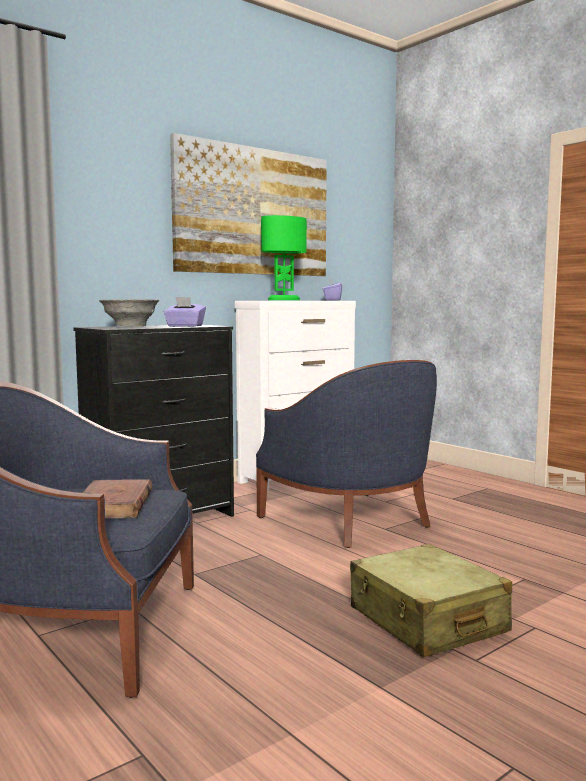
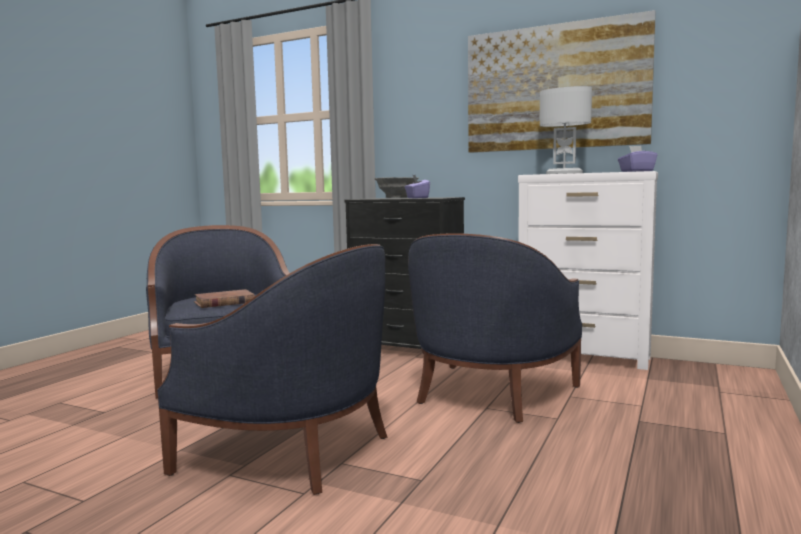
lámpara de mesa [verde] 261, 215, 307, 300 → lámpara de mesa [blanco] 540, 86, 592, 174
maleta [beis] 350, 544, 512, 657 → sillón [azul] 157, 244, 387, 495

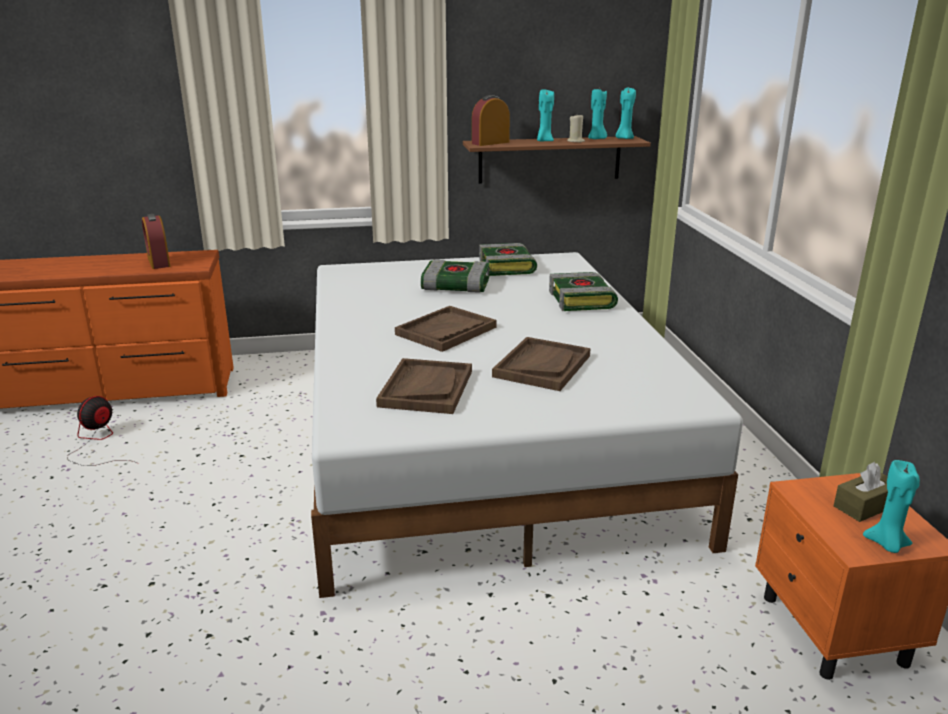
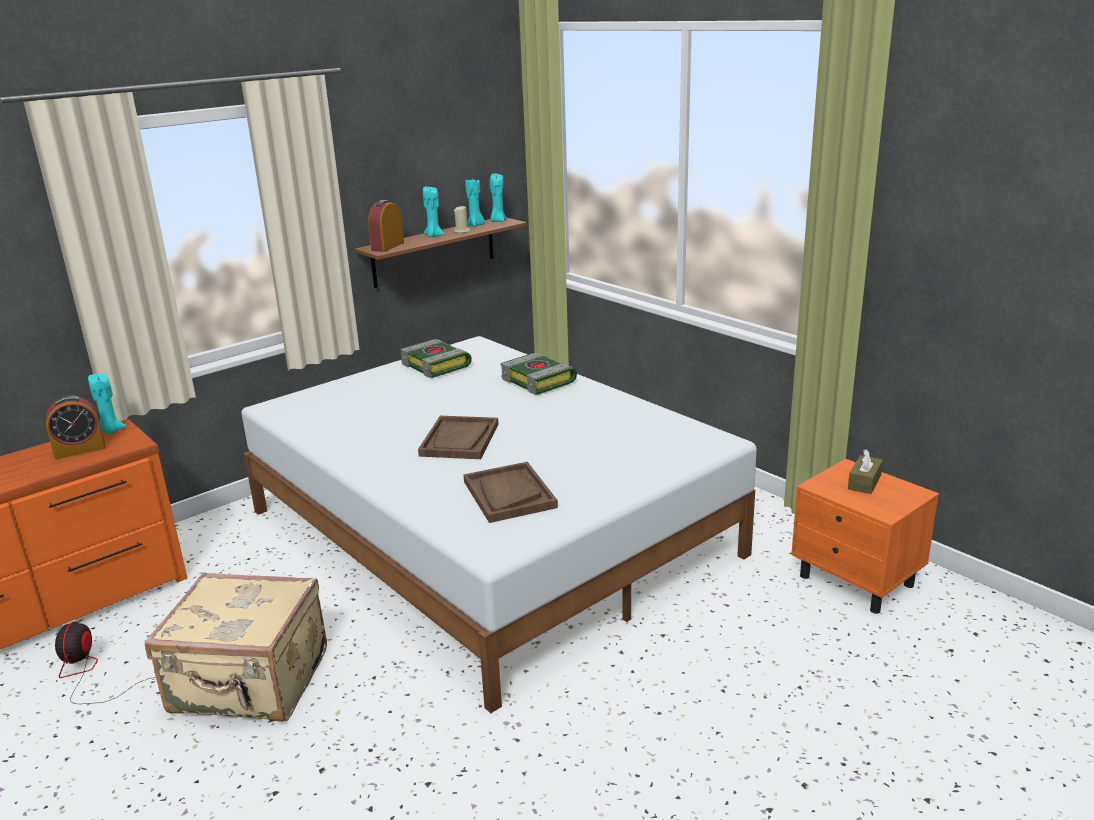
despertador 142, 214, 170, 269 → despertador 46, 395, 106, 459, 60 degrees counterclockwise
libro 421, 259, 489, 293 → -
bandeja [marrón] 492, 337, 591, 391 → -
vela [turquesa] 863, 460, 920, 553 → vela [turquesa] 88, 374, 127, 434, move
- → maleta [beis] 145, 572, 327, 722

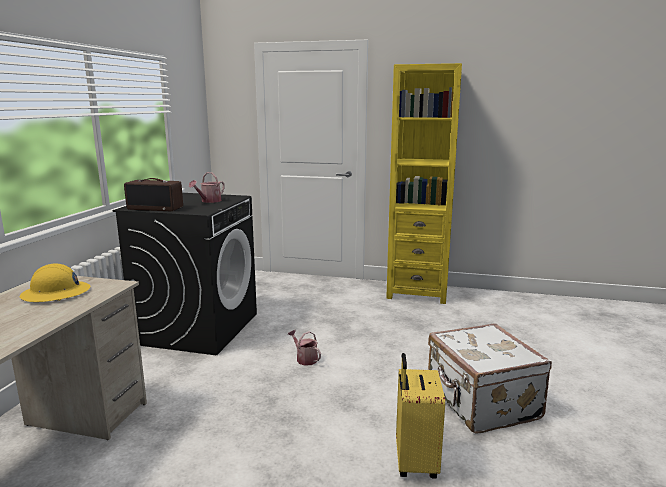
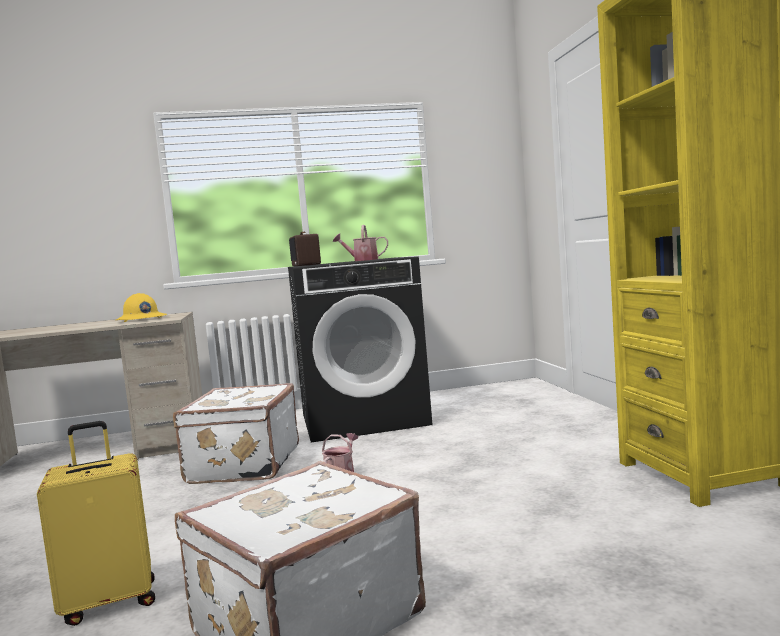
- → maleta [blanco] 173, 383, 299, 484

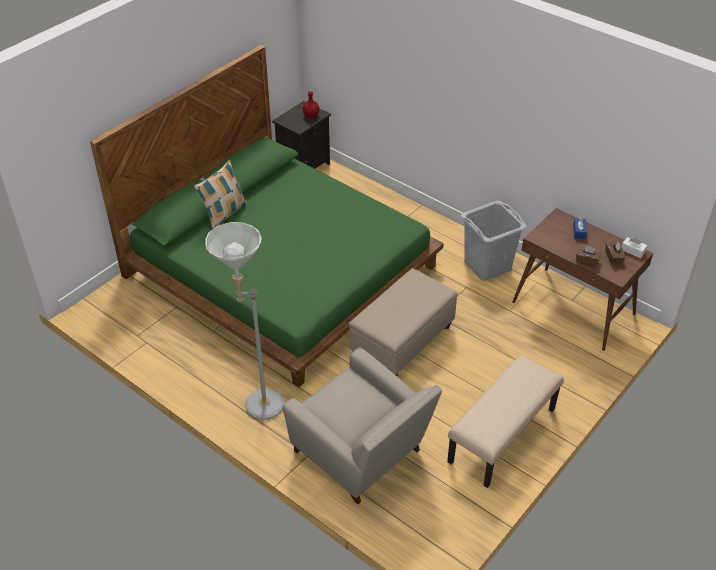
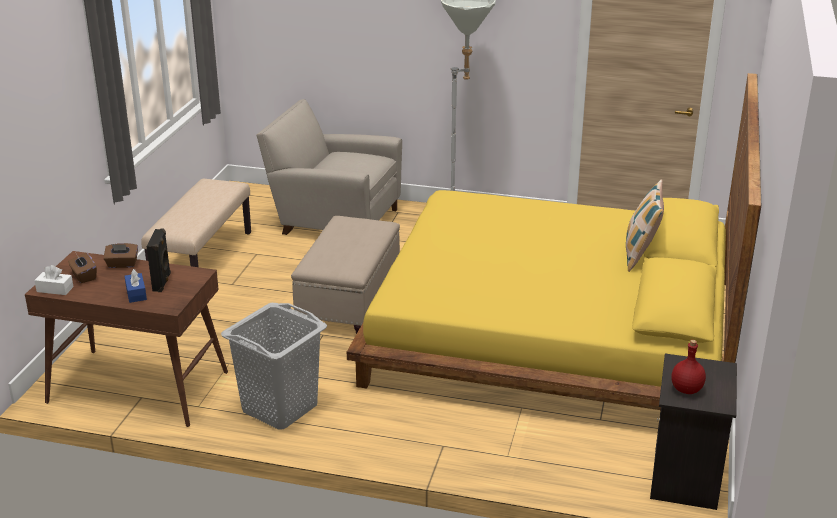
cama [verde] 90, 45, 444, 387 → cama [amarillo] 347, 73, 761, 410
- → altavoz [negro] 146, 229, 171, 292

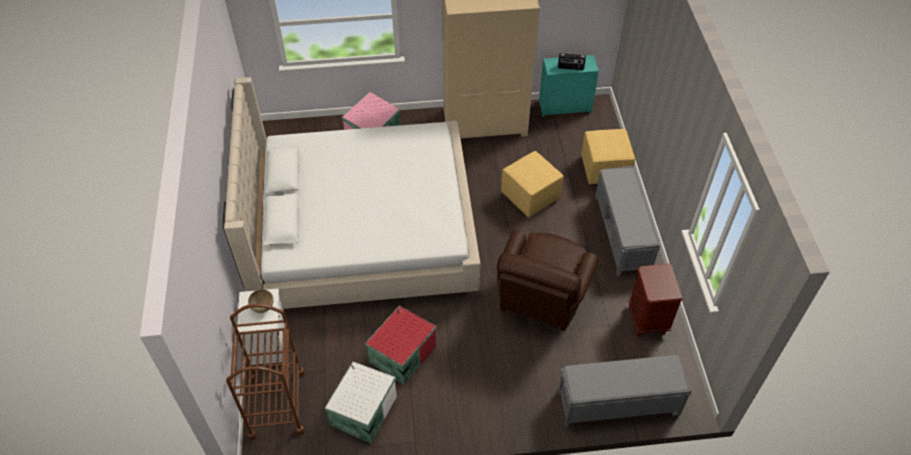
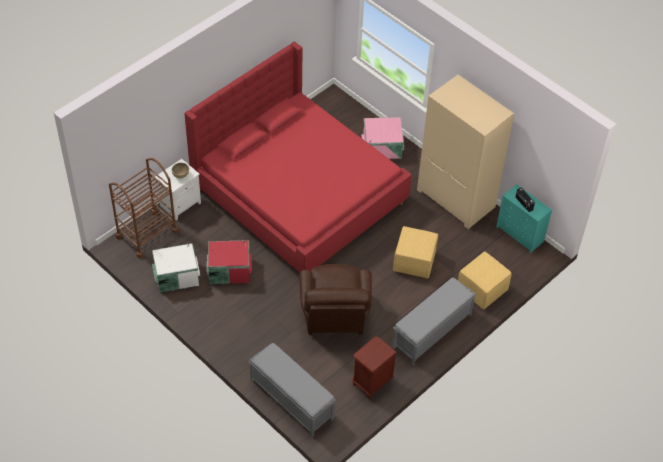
cama [beis] 222, 77, 480, 309 → cama [rojo] 184, 42, 412, 273
sillón [marrón] 496, 231, 599, 331 → sillón [marrón] 299, 264, 372, 335, 75 degrees counterclockwise

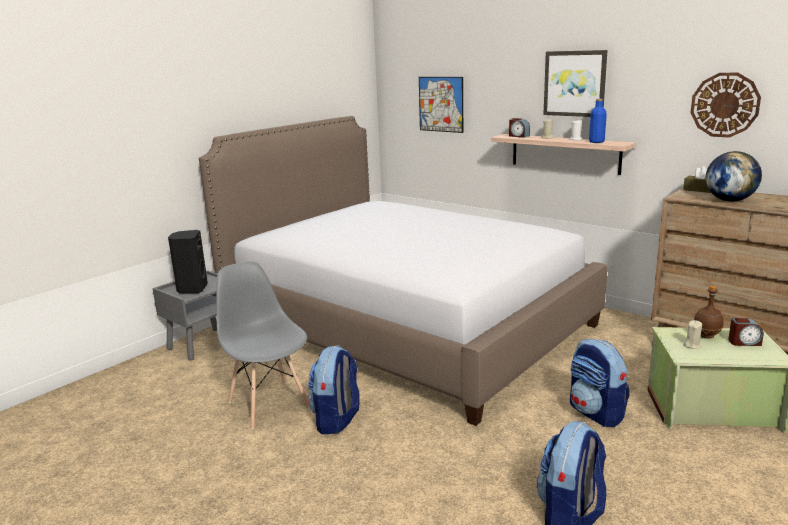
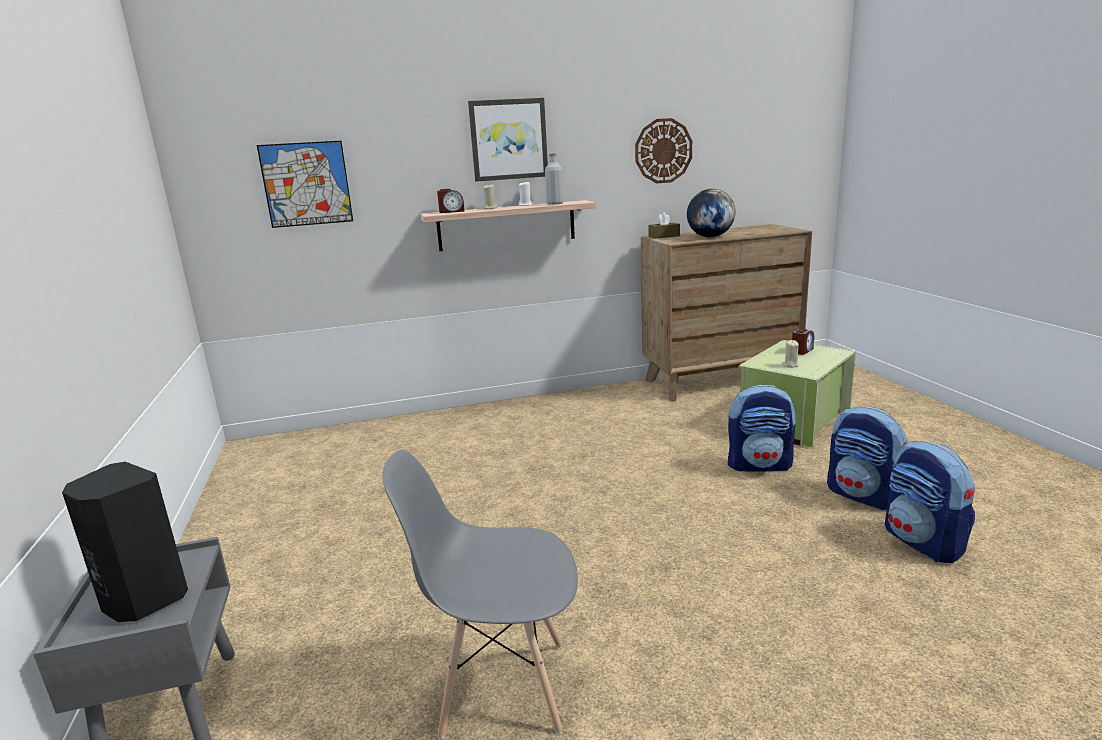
cama 199, 116, 607, 426 → -
mochila 308, 345, 360, 434 → mochila 827, 406, 907, 510, move
botella [azul] 589, 99, 607, 143 → botella [gris] 545, 153, 564, 205
botella [marrón] 694, 286, 723, 339 → -

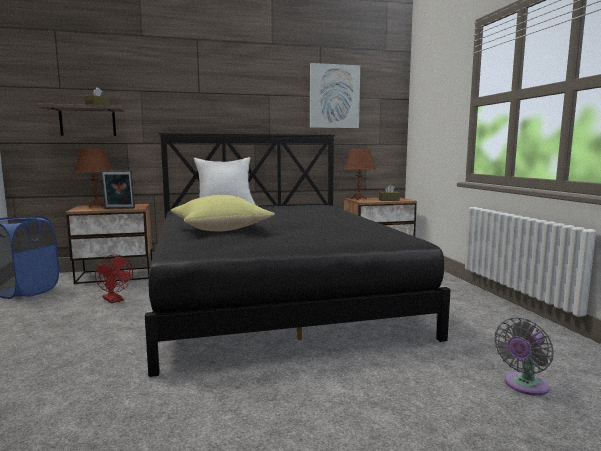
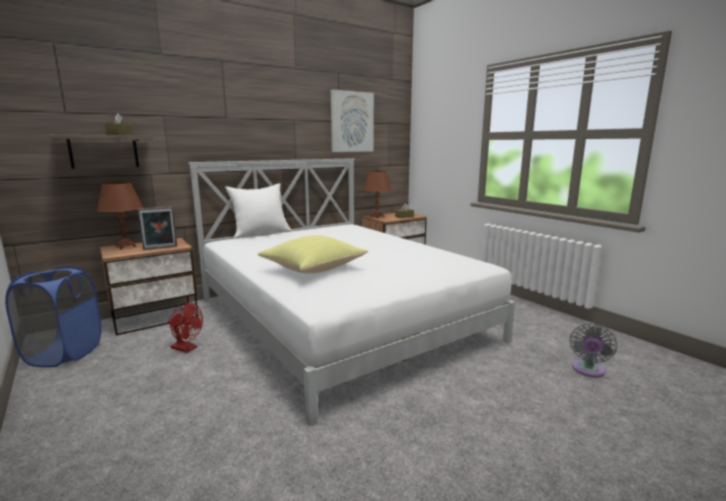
cama [negro] 145, 133, 451, 377 → cama [blanco] 188, 158, 515, 427

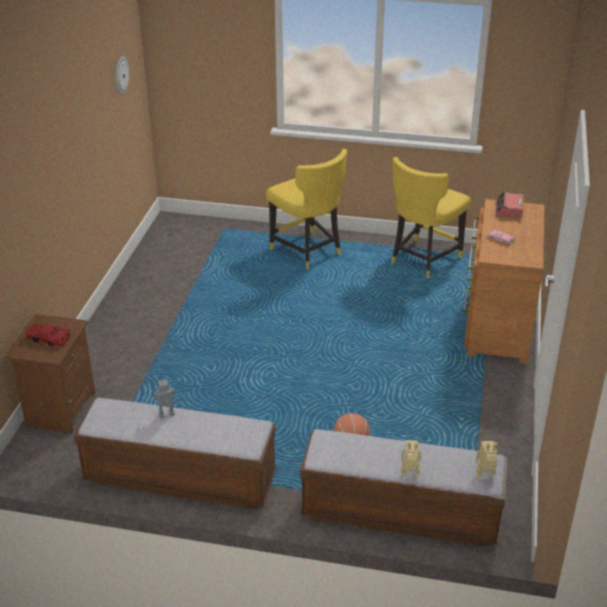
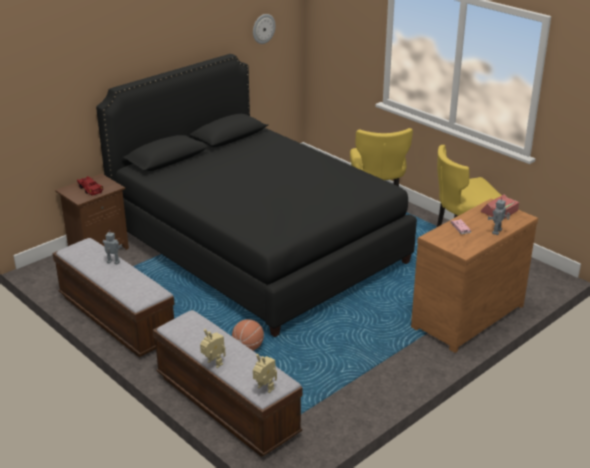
- → cama [negro] 96, 54, 417, 337
- → robot de juguete 487, 197, 510, 235

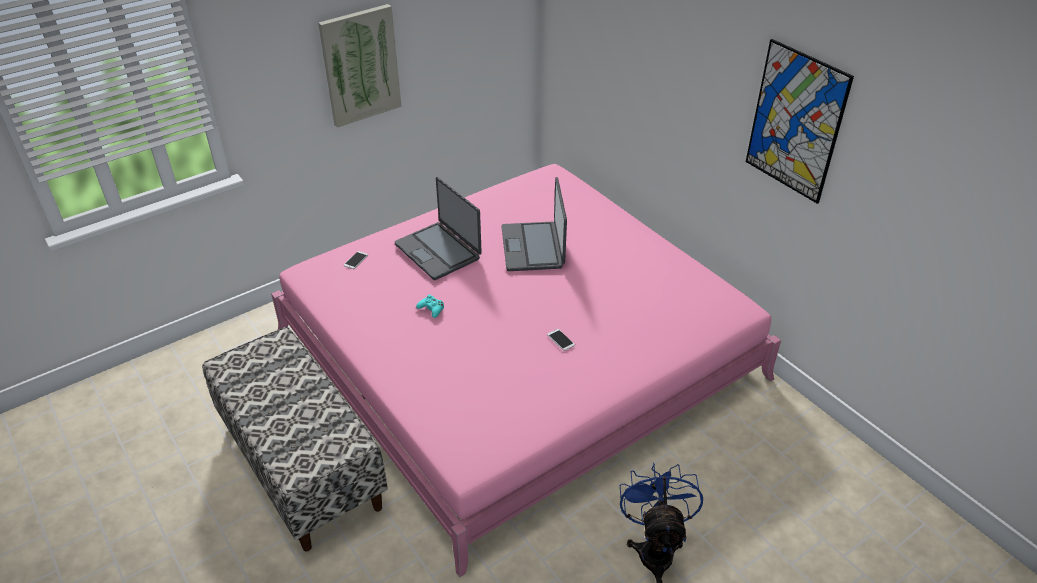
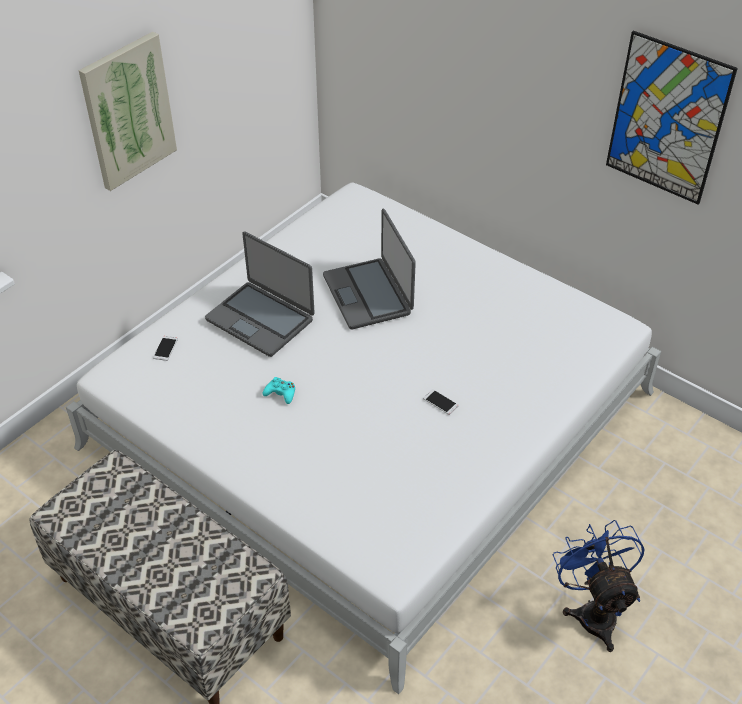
cama [rosa] 271, 164, 781, 577 → cama [blanco] 66, 182, 661, 694

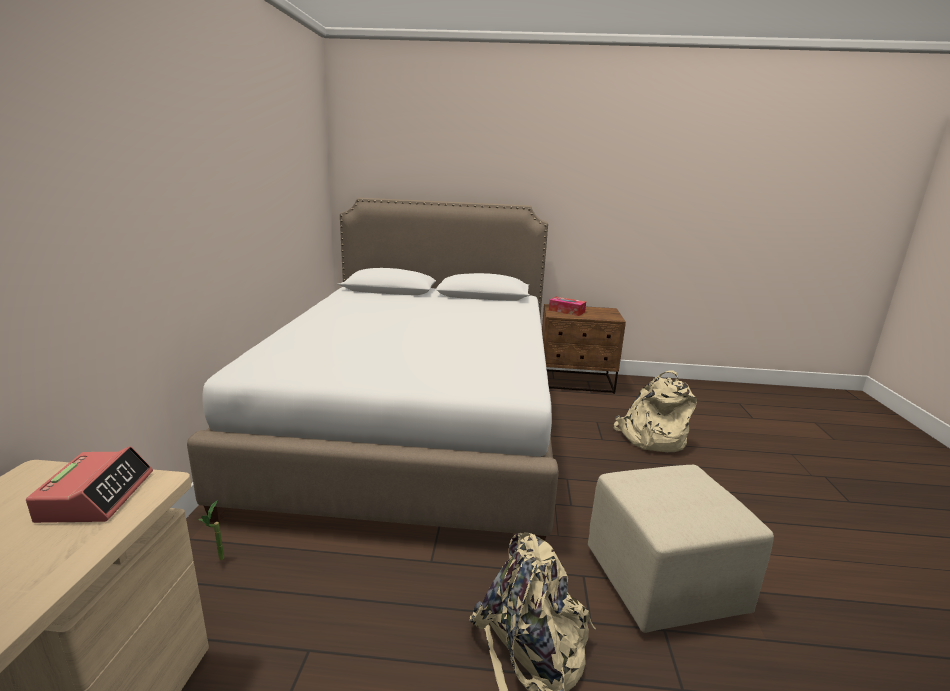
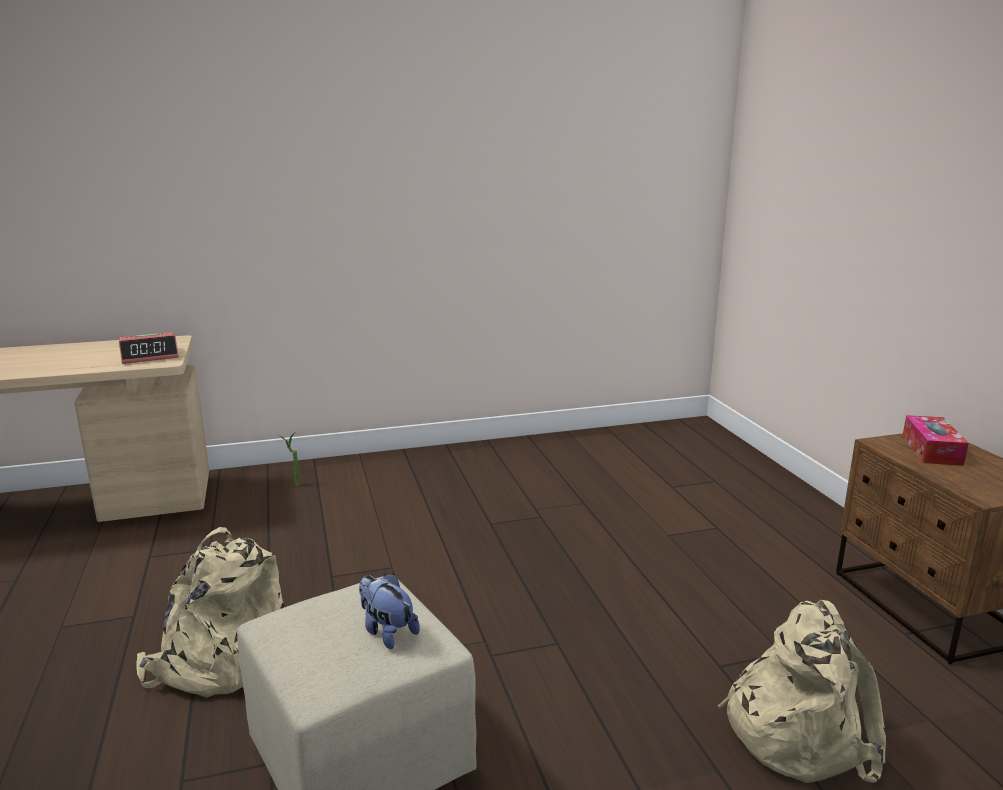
cama [blanco] 187, 198, 559, 541 → -
- → peluche 359, 573, 420, 649

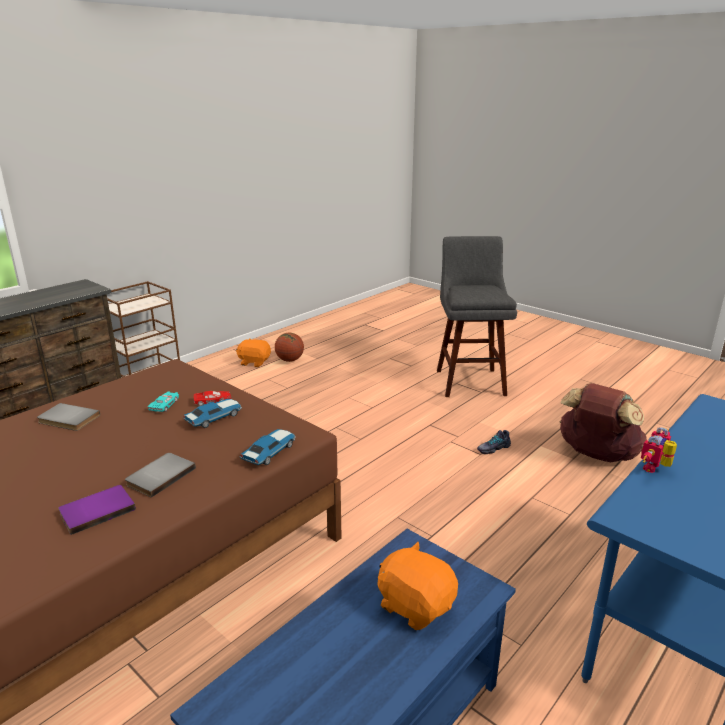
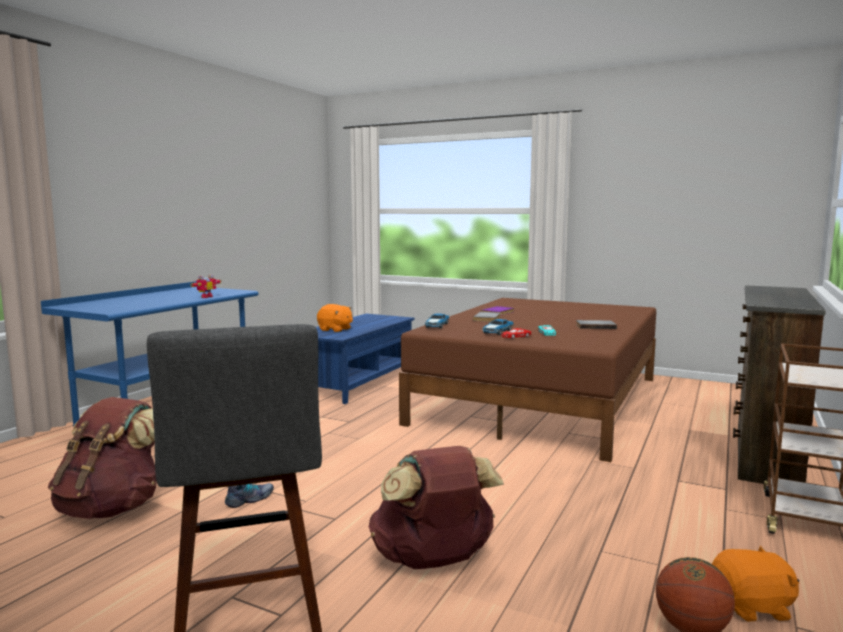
- → mochila [marrón] 369, 446, 504, 569

